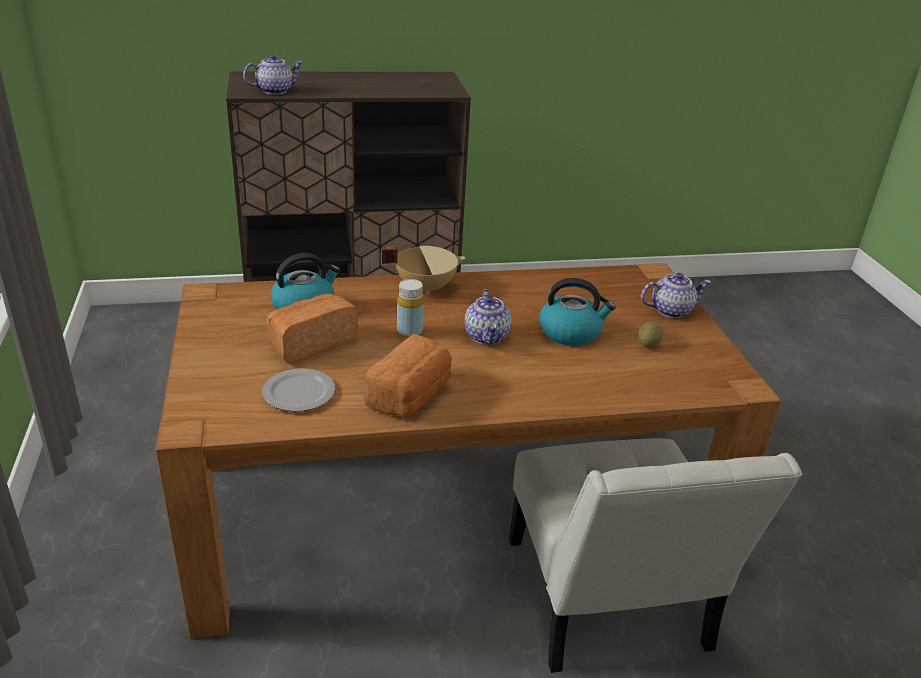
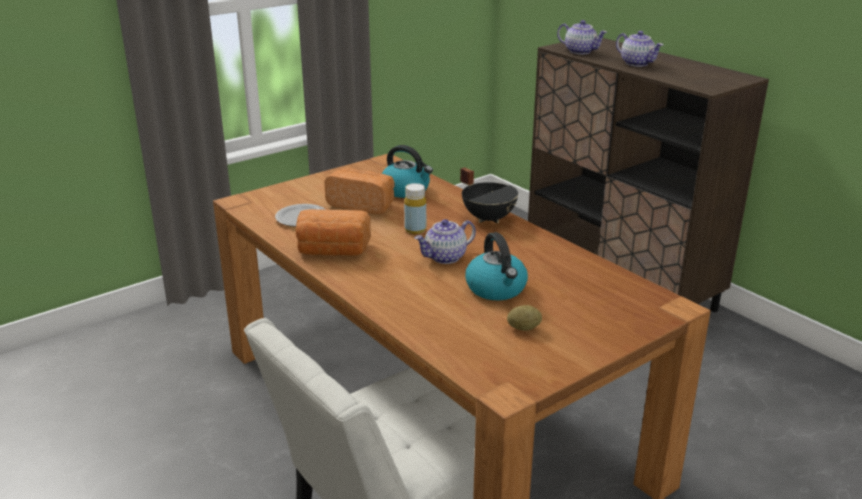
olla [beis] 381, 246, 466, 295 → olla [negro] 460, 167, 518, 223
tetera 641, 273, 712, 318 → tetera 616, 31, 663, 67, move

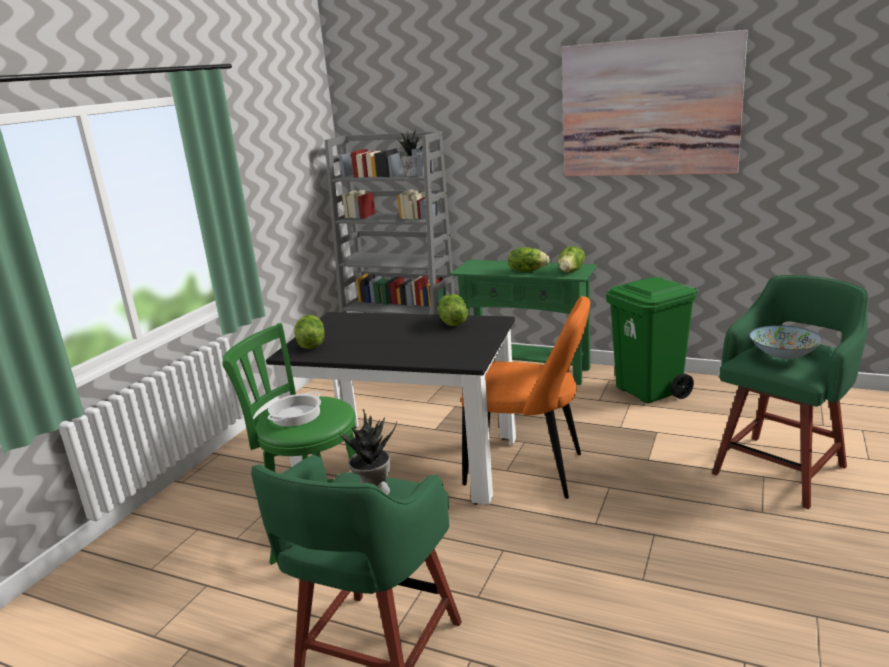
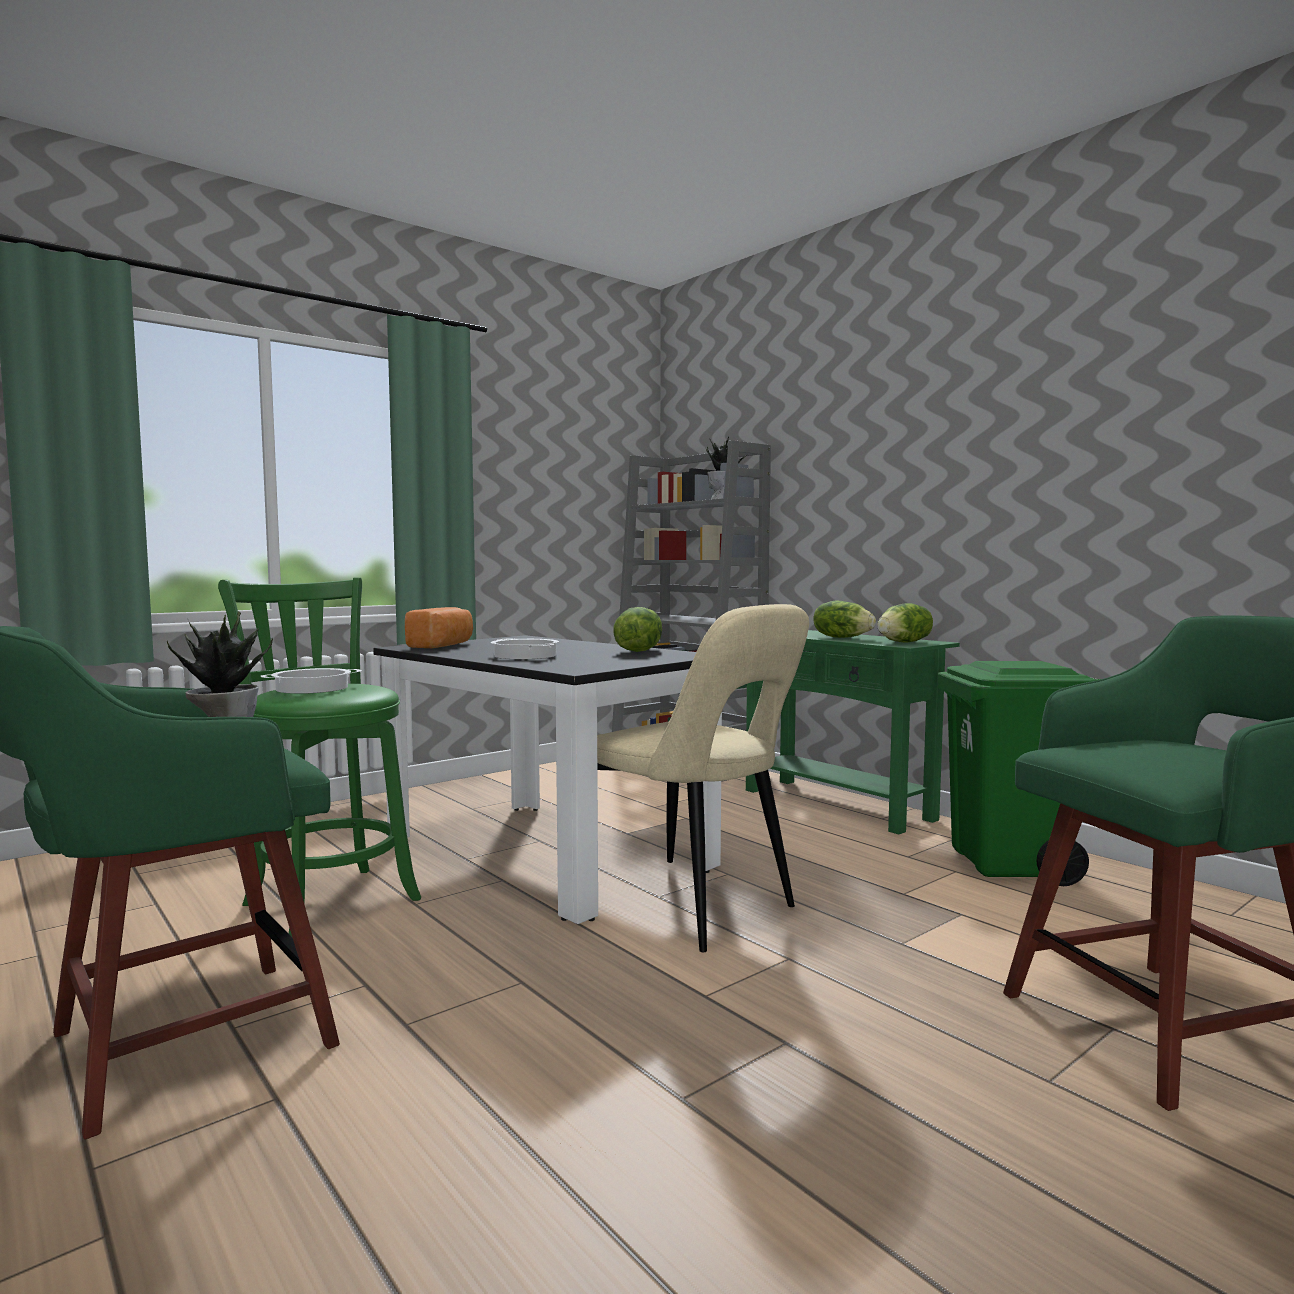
lechuga 295, 315, 325, 349 → pan 405, 607, 473, 648
silla [naranja] 461, 296, 590, 499 → silla [beis] 597, 604, 809, 952
cuadro 562, 30, 748, 176 → -
cuenco 750, 325, 823, 359 → -
- → olla 491, 638, 559, 659

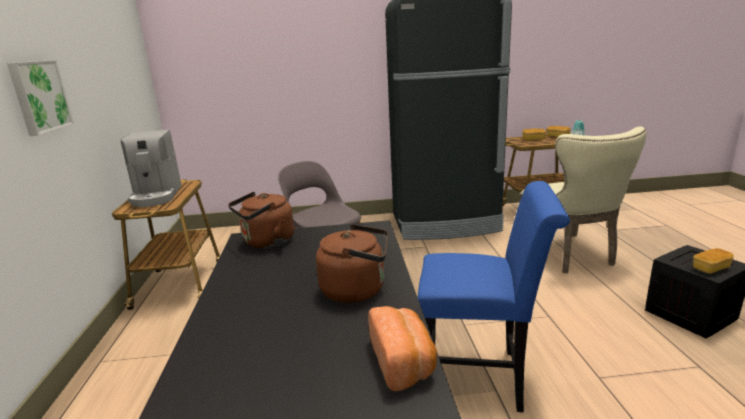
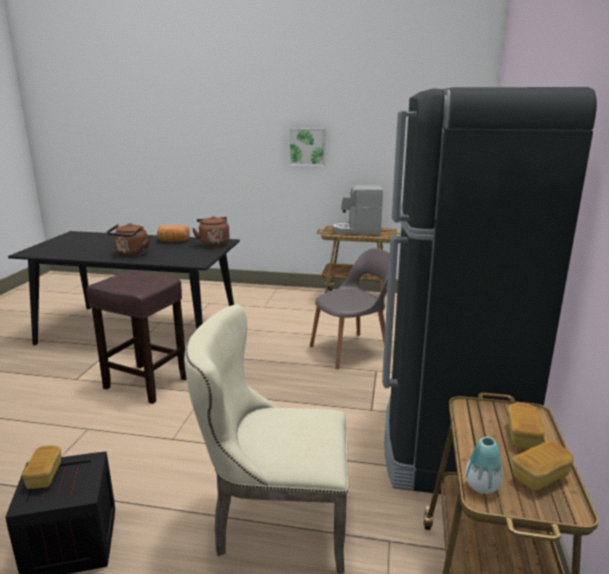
pan 368, 306, 437, 392 → pan 157, 224, 190, 242, move
silla [azul] 418, 181, 570, 412 → taburete [marrón] 86, 270, 186, 404

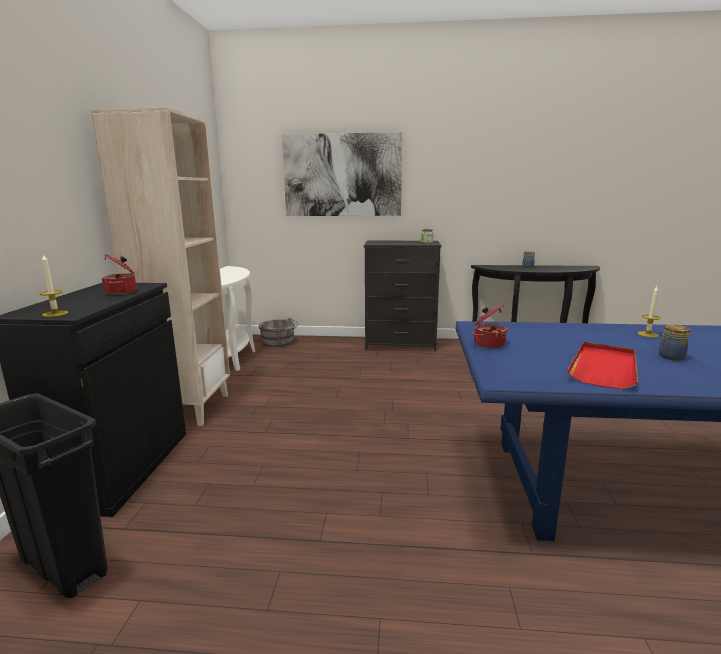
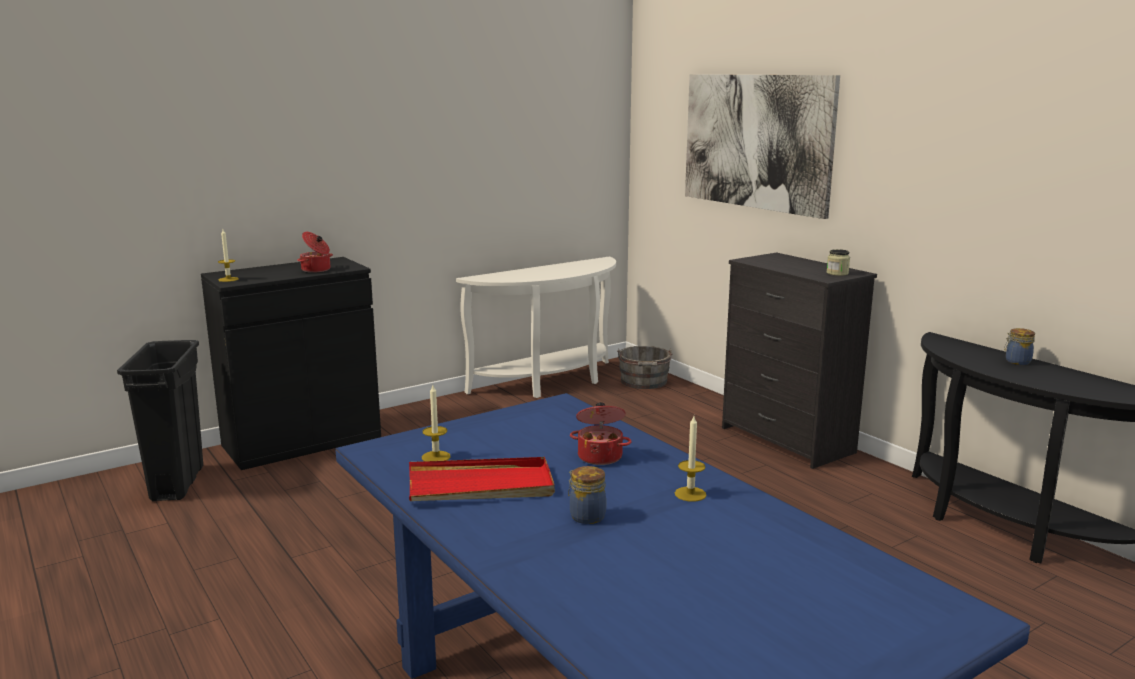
estantería [beis] 91, 108, 230, 426 → -
olla 472, 305, 508, 349 → olla 570, 402, 632, 465, move
- → vela 422, 385, 451, 461

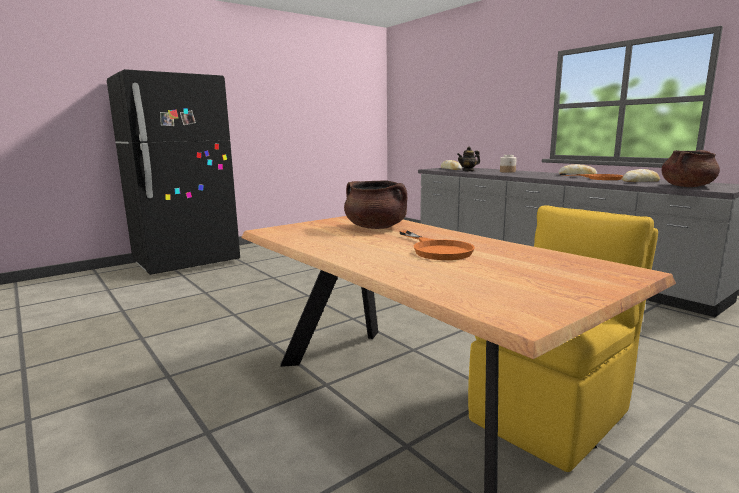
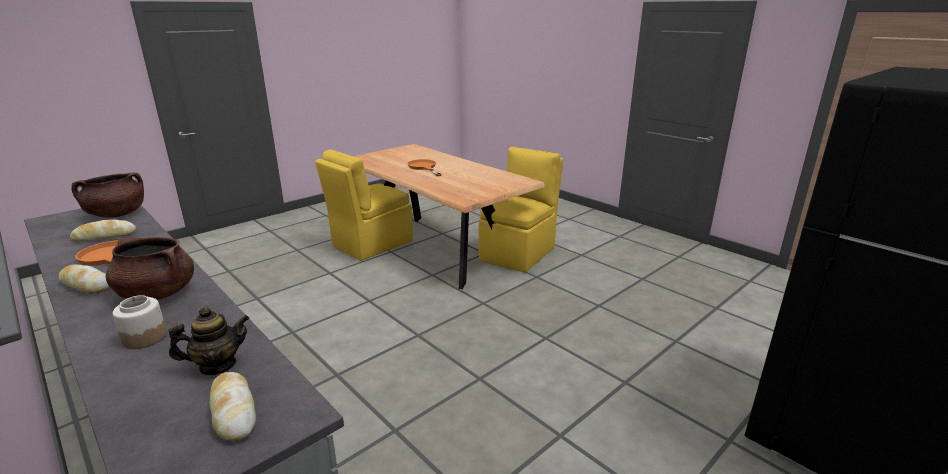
olla [marrón] 344, 181, 407, 229 → olla [marrón] 106, 237, 194, 300, move
- → silla [amarillo] 478, 147, 563, 273

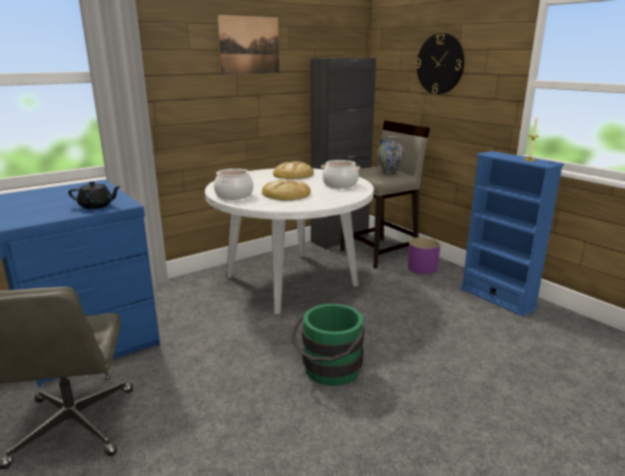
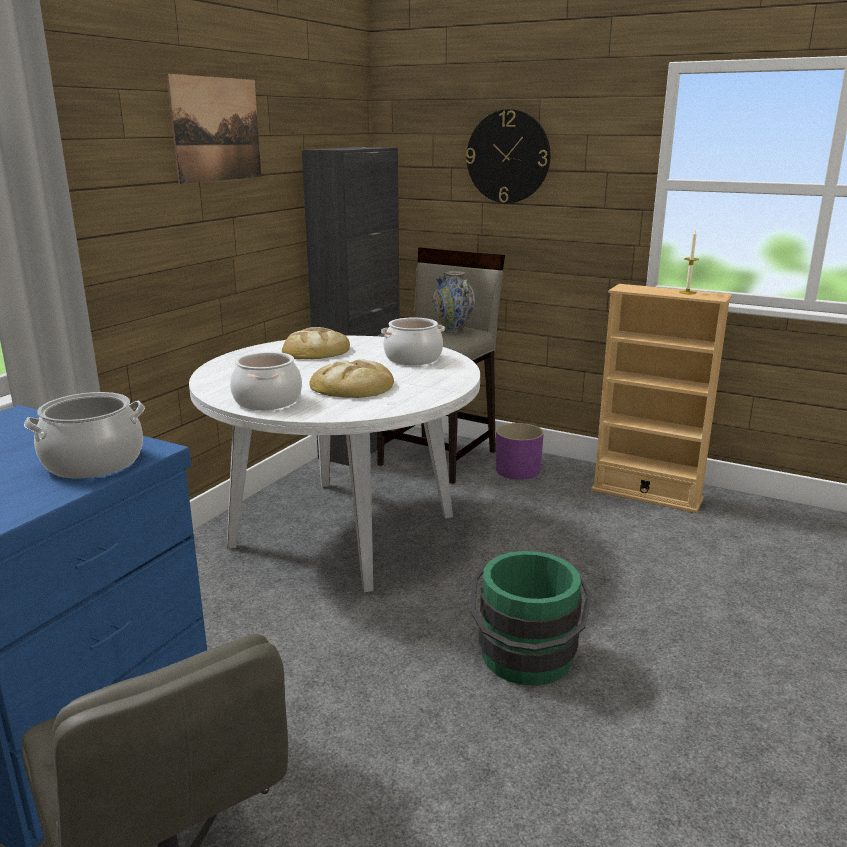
tetera [negro] 68, 181, 121, 209 → olla 24, 392, 145, 478
estantería [azul] 460, 151, 564, 317 → estantería [beis] 591, 284, 732, 513

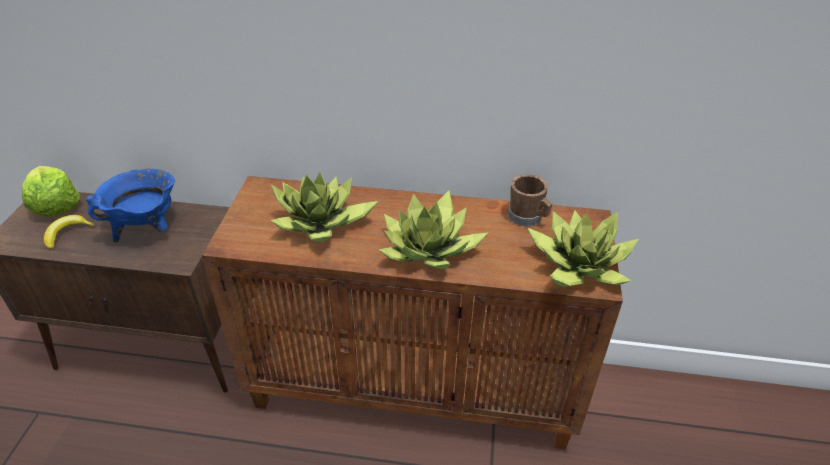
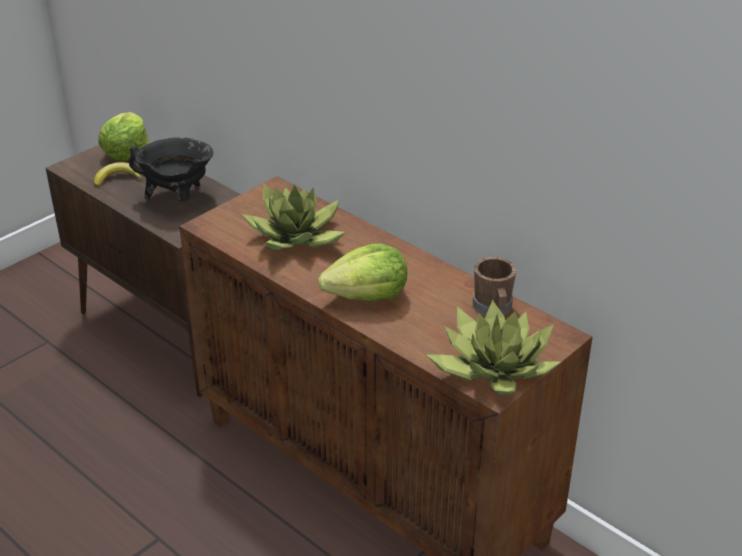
olla [azul] 86, 169, 175, 243 → olla [negro] 129, 138, 213, 201
planta en maceta 379, 190, 489, 269 → lechuga 318, 243, 407, 301

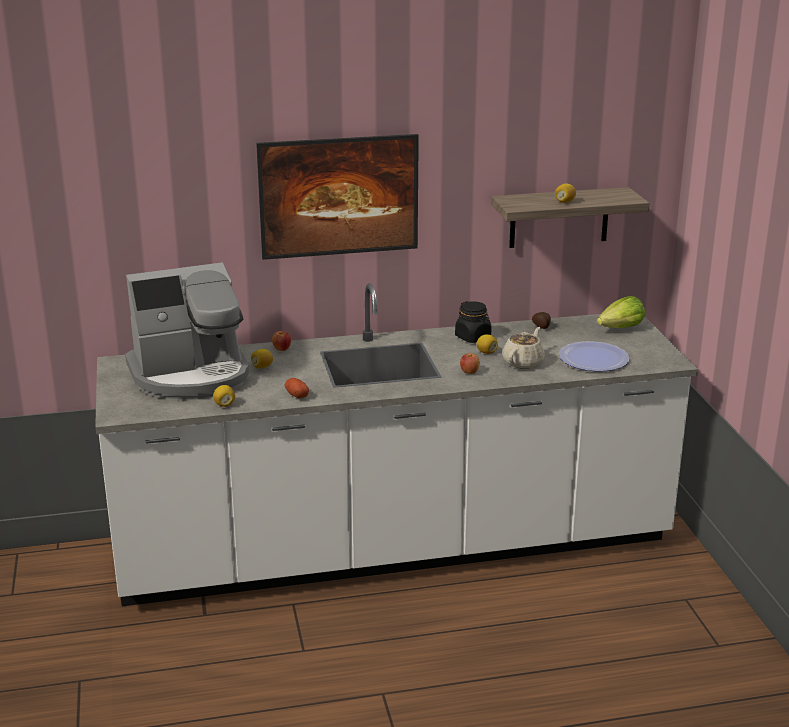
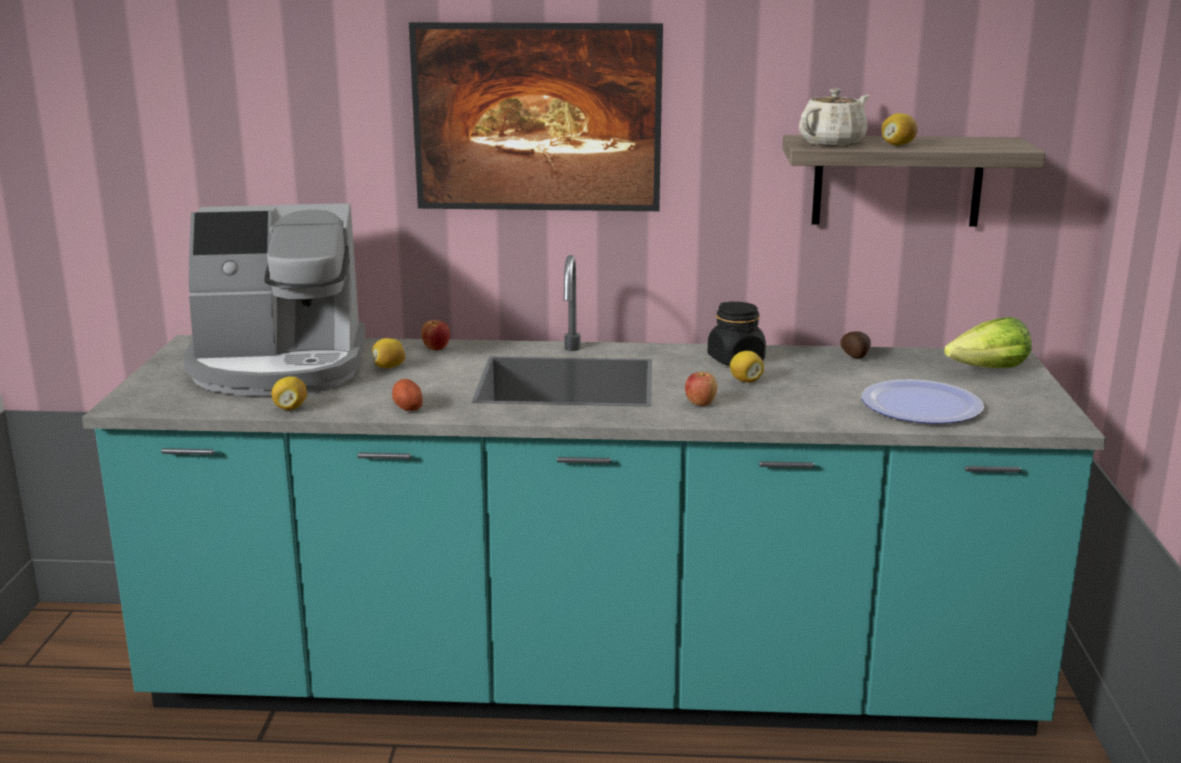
mueble bajo de cocina [blanco] 95, 283, 698, 606 → mueble bajo de cocina [turquesa] 82, 255, 1106, 736
tetera [beis] 502, 327, 545, 369 → tetera [beis] 799, 88, 870, 146, move

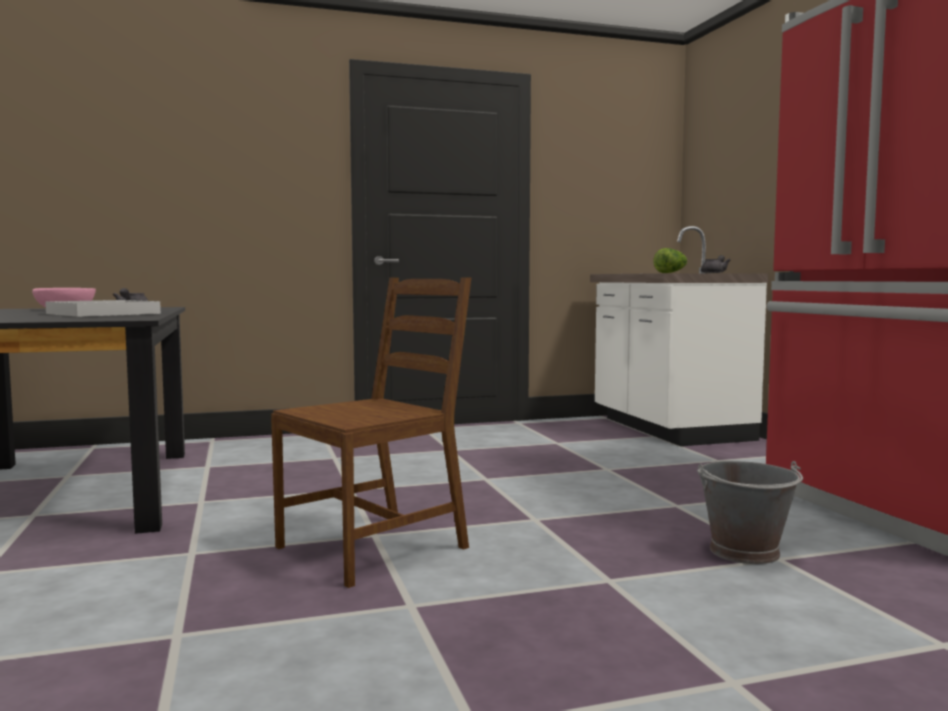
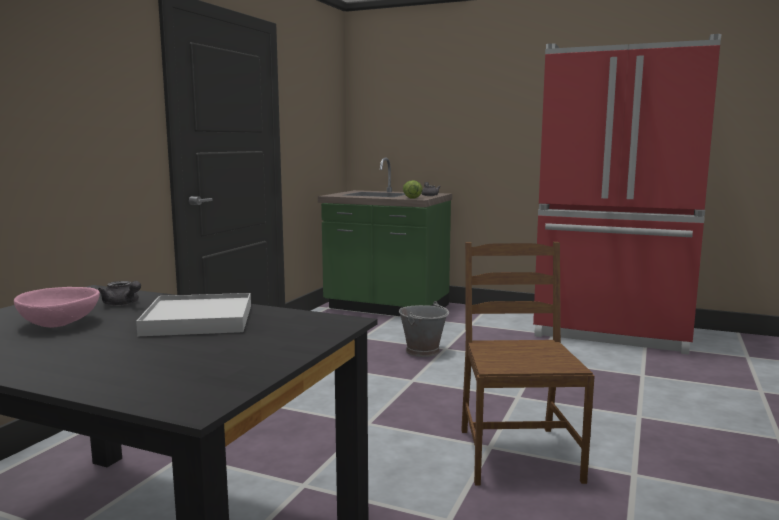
mueble bajo de cocina [blanco] 590, 226, 768, 446 → mueble bajo de cocina [verde] 318, 158, 452, 316
cubo [gris] 697, 461, 803, 564 → cubo [gris] 399, 301, 449, 357, move

